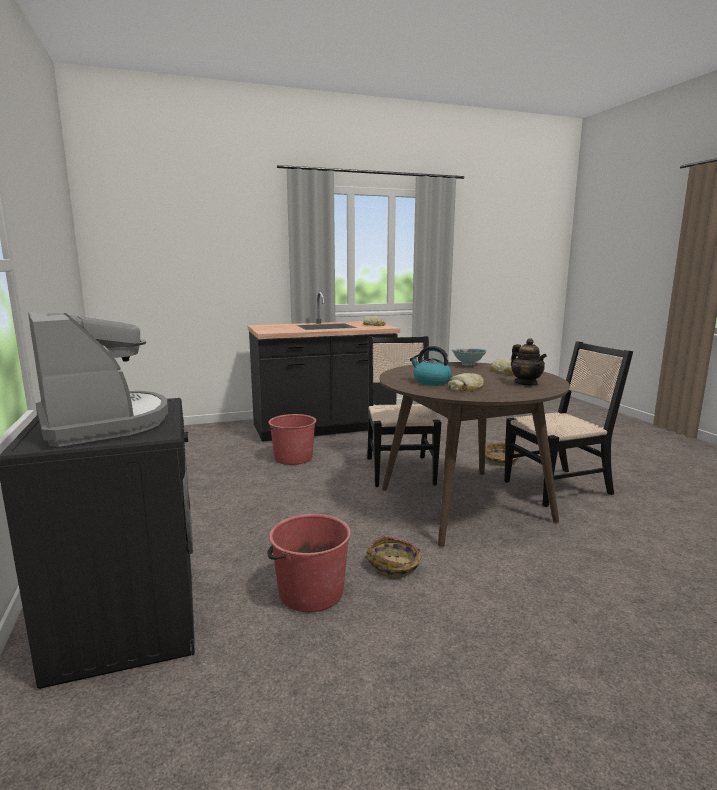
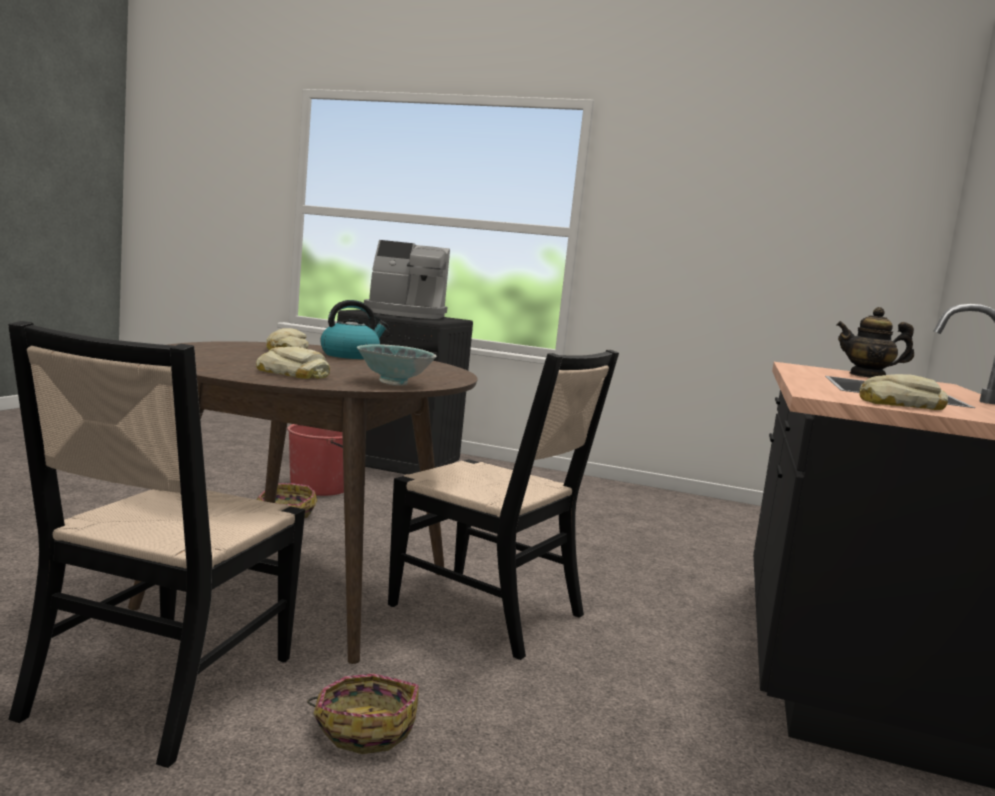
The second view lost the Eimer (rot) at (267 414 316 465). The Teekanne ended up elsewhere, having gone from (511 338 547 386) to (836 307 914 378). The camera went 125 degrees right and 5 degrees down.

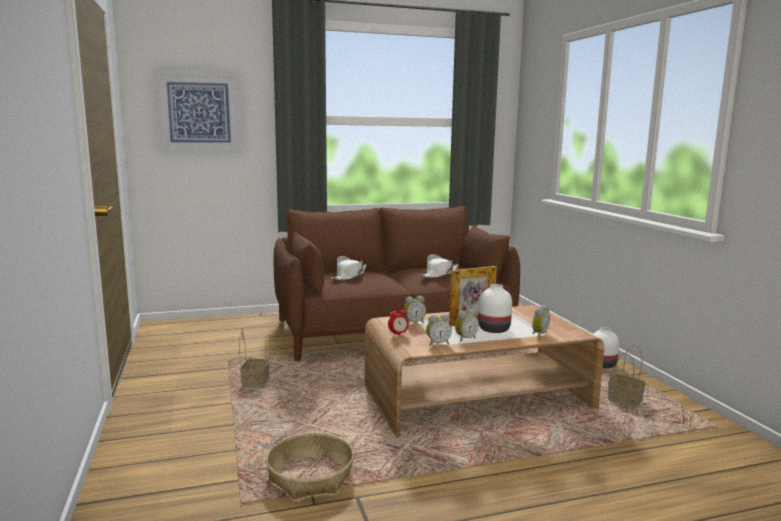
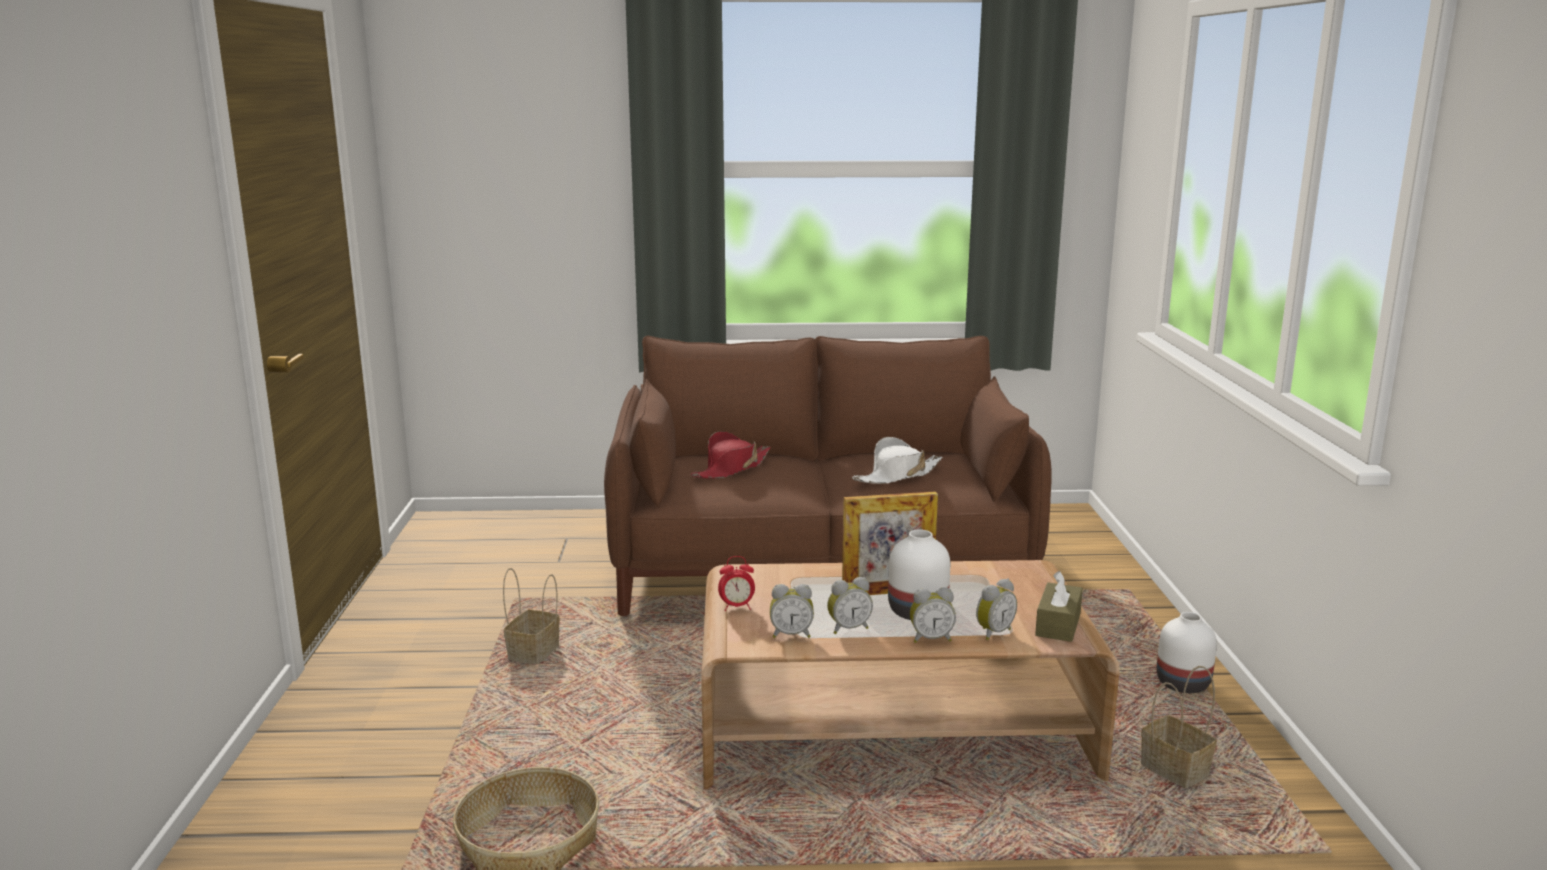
The second view lost the Bild at (154 69 242 153). What was the Hut (weiß) at (331 256 367 280) turned into the Hut (rot) at (691 432 770 479). The Wecker ended up elsewhere, having gone from (403 296 426 323) to (910 588 956 643). The second view gained the Taschentuchbox (braun) at (1035 571 1083 642). The camera went 15 degrees right and 5 degrees up.

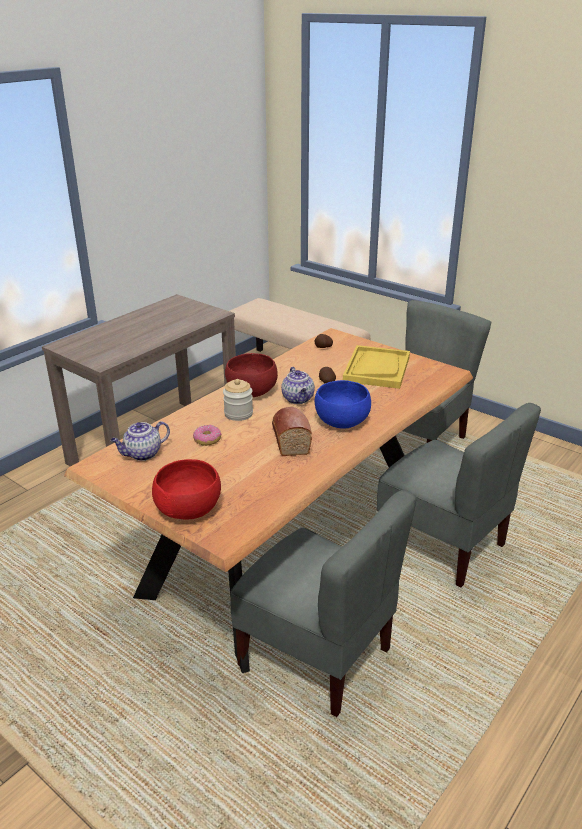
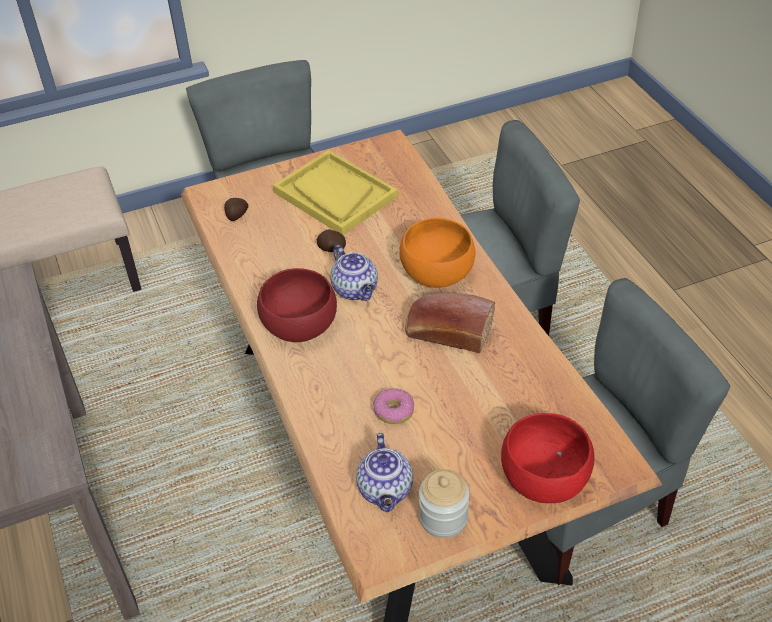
The Vorratsglas ended up elsewhere, having gone from (223 379 253 421) to (419 469 469 538). The Teekanne at (281 367 315 404) ended up facing another way, 45 degrees clockwise from before. What was the Schüssel (blau) at (315 380 371 429) turned into the Schüssel (orange) at (399 218 475 288). The camera went 60 degrees left and 15 degrees up.

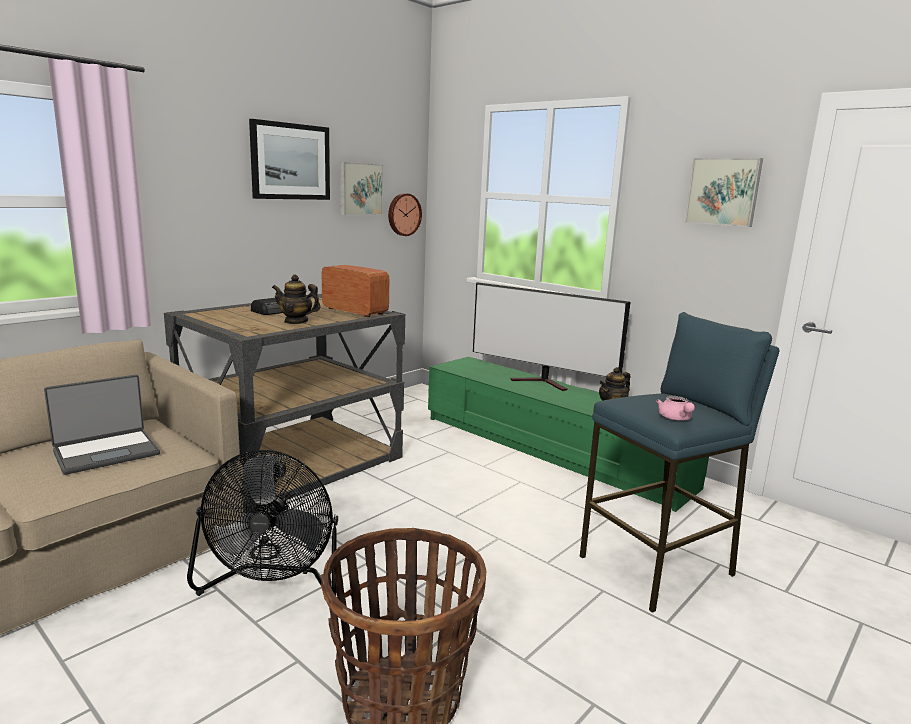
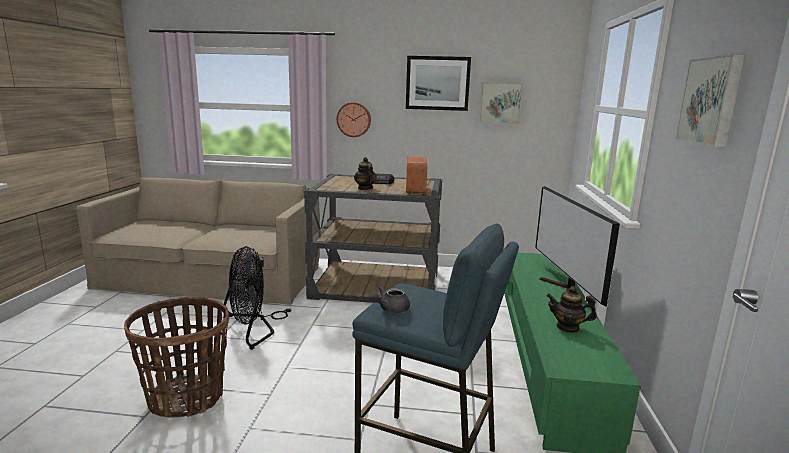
The second view lost the Laptop at (44 375 160 475). The Wanduhr ended up elsewhere, having gone from (388 193 422 236) to (337 102 371 137). What was the Teekanne (rosa) at (656 396 695 421) turned into the Teekanne (grau) at (370 286 410 313). The camera went 55 degrees right and 0 degrees up.

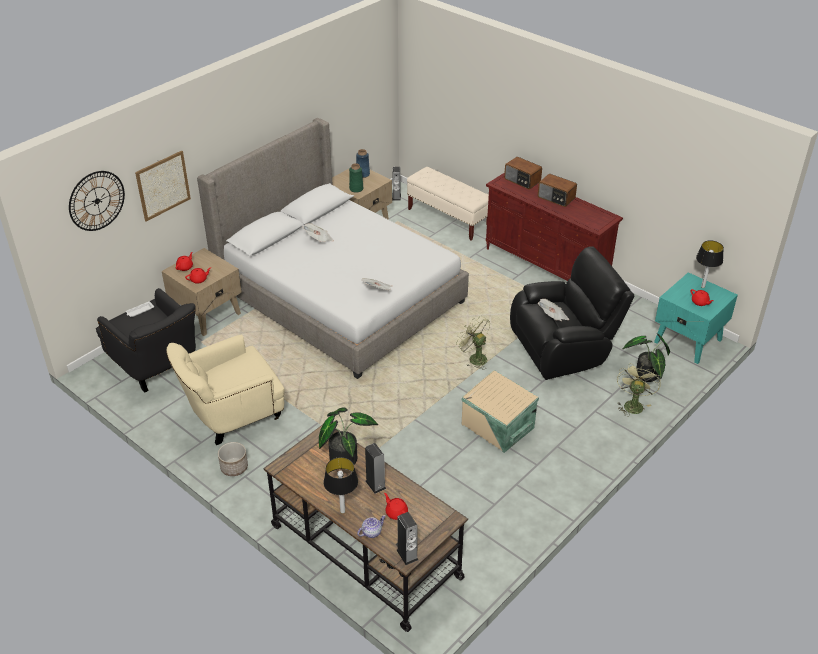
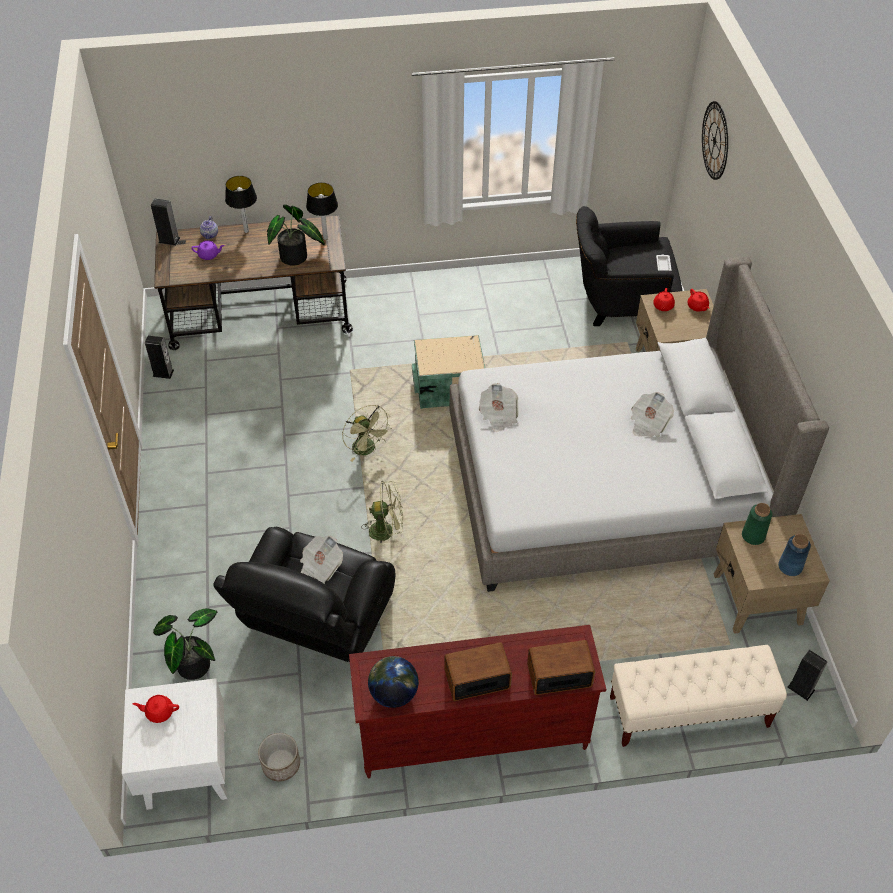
The second view lost the Bild at (135 151 191 222). The second view lost the Sessel (beige) at (166 335 285 445). The Pflanzkübel ended up elsewhere, having gone from (218 442 248 476) to (258 733 300 781). The Lautsprecher ended up elsewhere, having gone from (365 443 386 494) to (145 336 174 379). What was the Teekanne (rot) at (384 493 408 520) turned into the Teekanne (lila) at (191 240 225 260). The Aufbewahrungsbox (beige) ended up elsewhere, having gone from (462 370 539 453) to (412 335 485 409). The Ventilator (grün) ended up elsewhere, having gone from (617 363 661 417) to (342 405 392 462). What was the Nachttisch (türkis) at (654 272 738 364) turned into the Nachttisch (weiß) at (122 678 227 810). The Tischlampe ended up elsewhere, having gone from (696 240 724 288) to (306 182 338 240). The second view gained the Globus at (368 656 419 708). The camera went 130 degrees right and 10 degrees up.

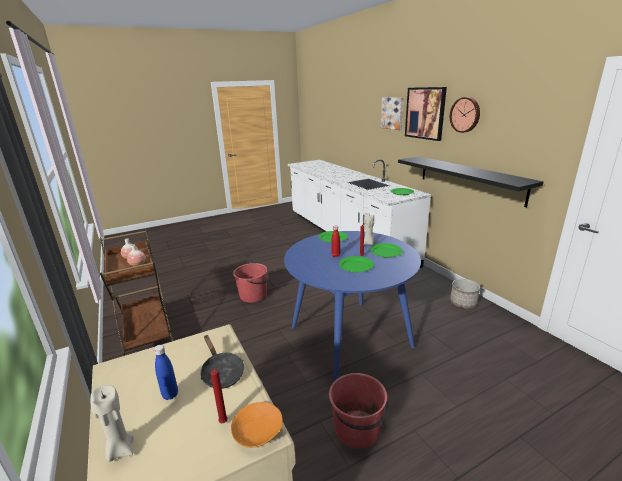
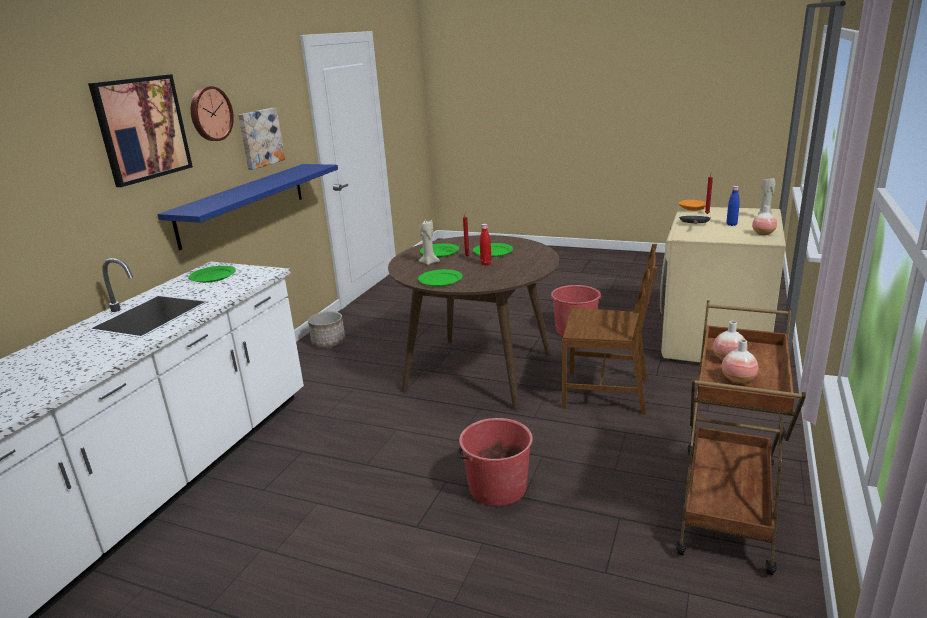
What was the Esstisch (blau) at (284 231 421 381) turned into the Esstisch (braun) at (388 235 559 410). The Bild ended up elsewhere, having gone from (380 97 404 130) to (238 108 285 170). What was the Wandregal (schwarz) at (398 156 543 207) turned into the Wandregal (blau) at (157 164 338 250). The second view gained the Stuhl (braun) at (562 244 657 415). The second view gained the Vase at (752 205 777 235). The camera went 130 degrees left and 0 degrees up.

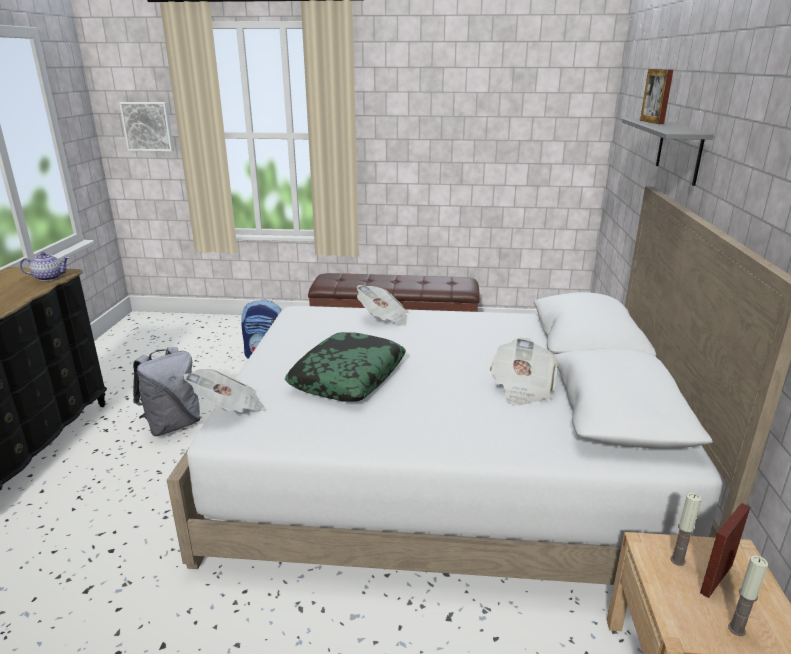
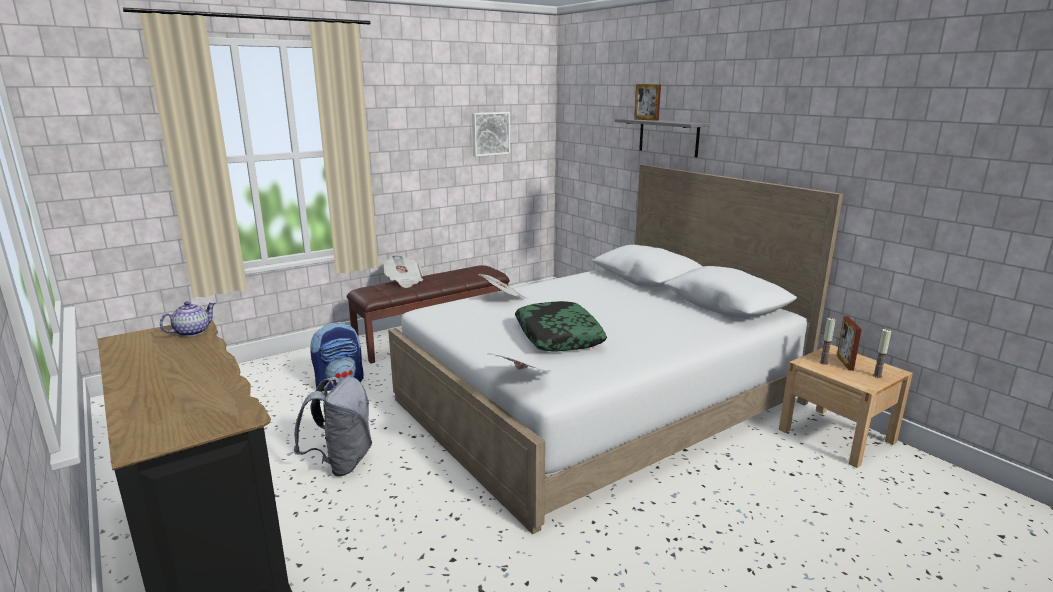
The Bild ended up elsewhere, having gone from (119 102 174 151) to (472 112 510 156). The Zeitung ended up elsewhere, having gone from (490 338 558 406) to (384 255 423 288). The camera went 40 degrees left and 5 degrees down.

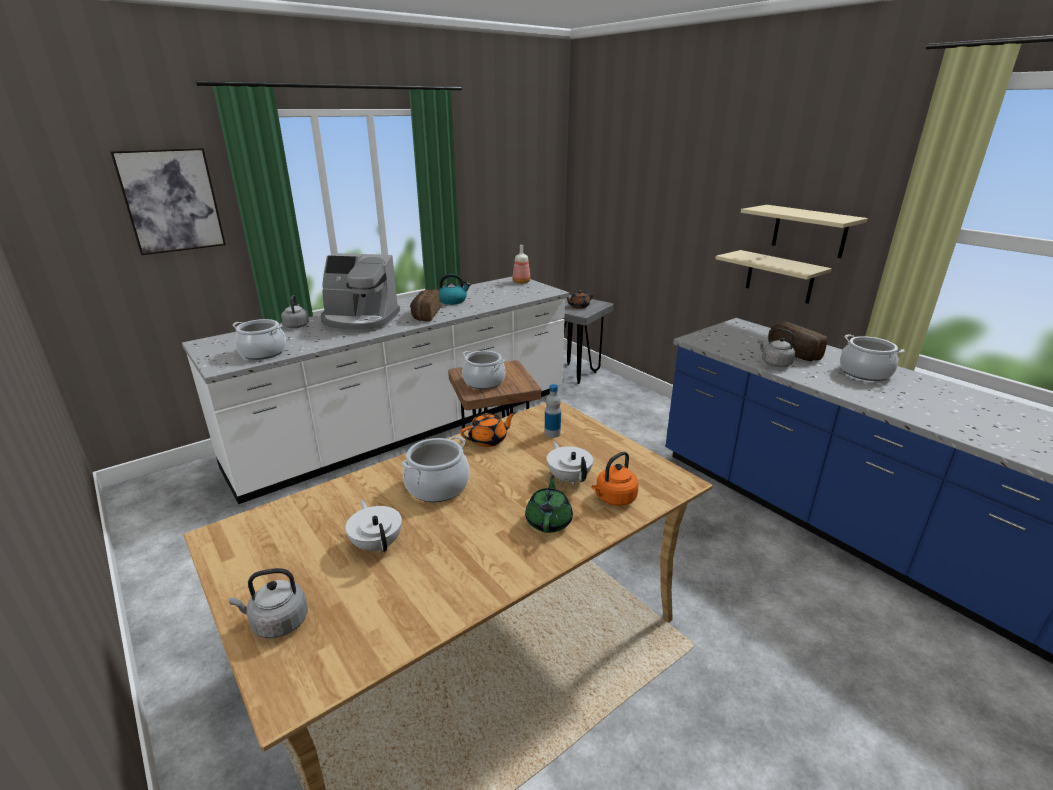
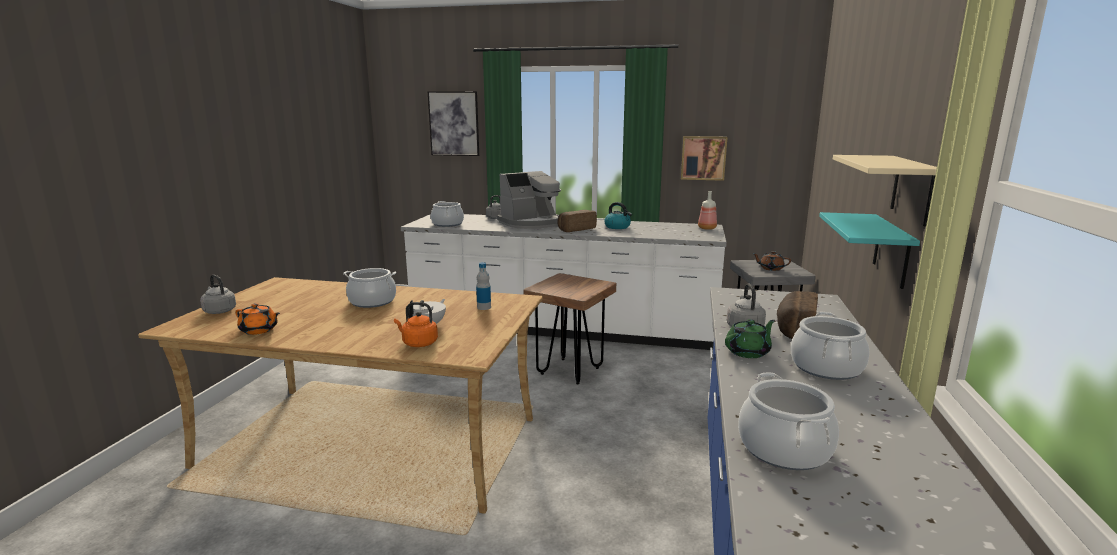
The Kaffeemaschine at (320 253 400 333) ended up facing another way, 90 degrees counterclockwise from before. The second view lost the Teekanne (weiß) at (345 500 402 553). The Teekanne (orange) ended up elsewhere, having gone from (461 412 516 447) to (235 303 280 335). The Kochtopf ended up elsewhere, having gone from (462 351 506 389) to (738 373 839 470). The Teekanne (grün) ended up elsewhere, having gone from (525 475 573 533) to (725 319 775 358). What was the Wandregal (beige) at (715 250 832 304) turned into the Wandregal (türkis) at (819 212 920 289). The second view gained the Bild at (681 136 728 181). The camera went 50 degrees right and 10 degrees down.

